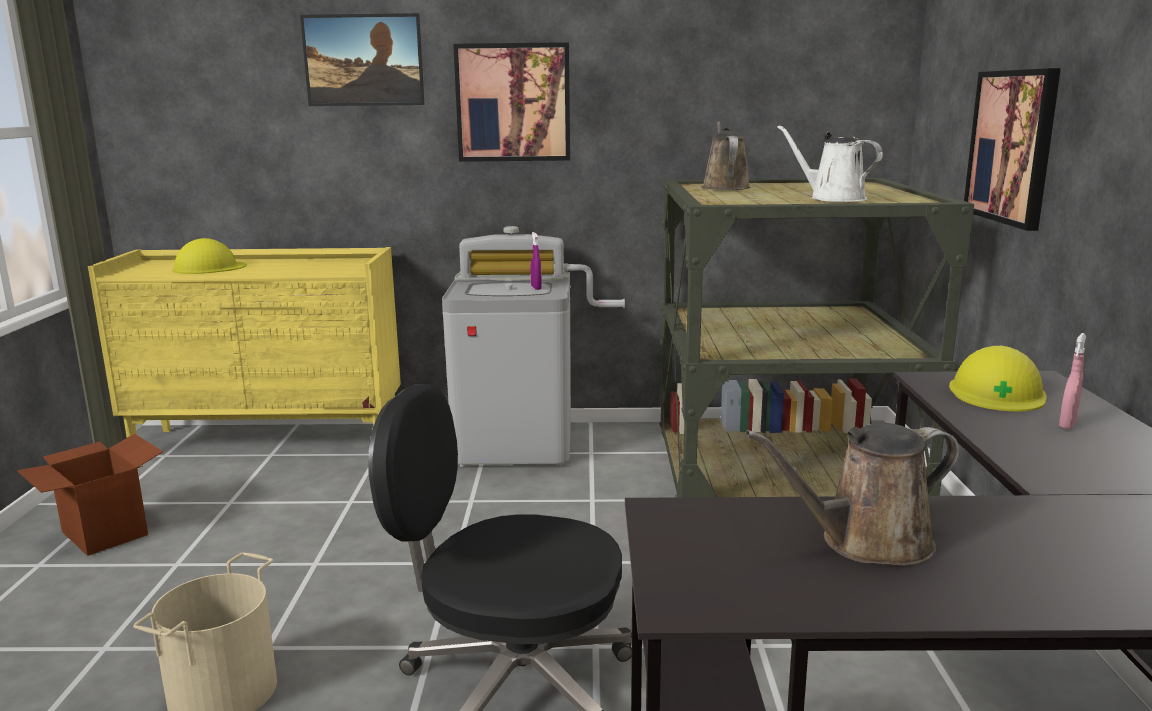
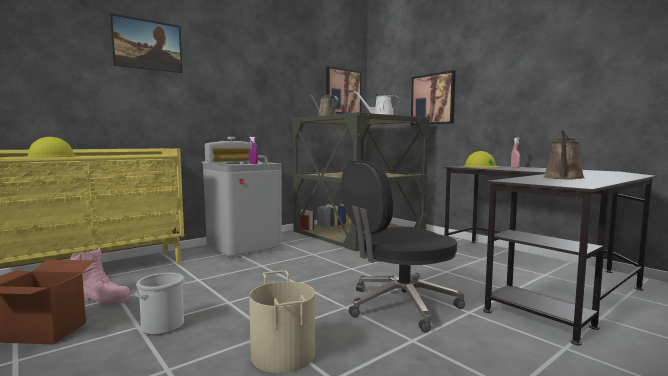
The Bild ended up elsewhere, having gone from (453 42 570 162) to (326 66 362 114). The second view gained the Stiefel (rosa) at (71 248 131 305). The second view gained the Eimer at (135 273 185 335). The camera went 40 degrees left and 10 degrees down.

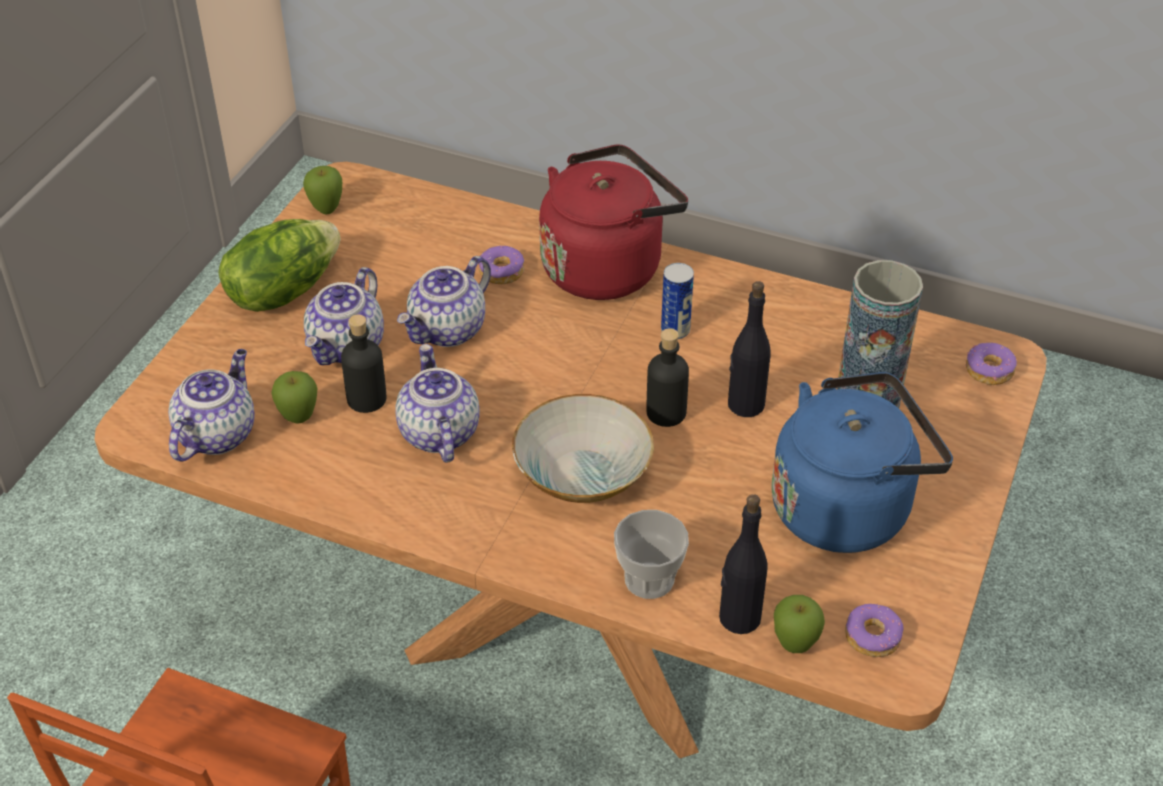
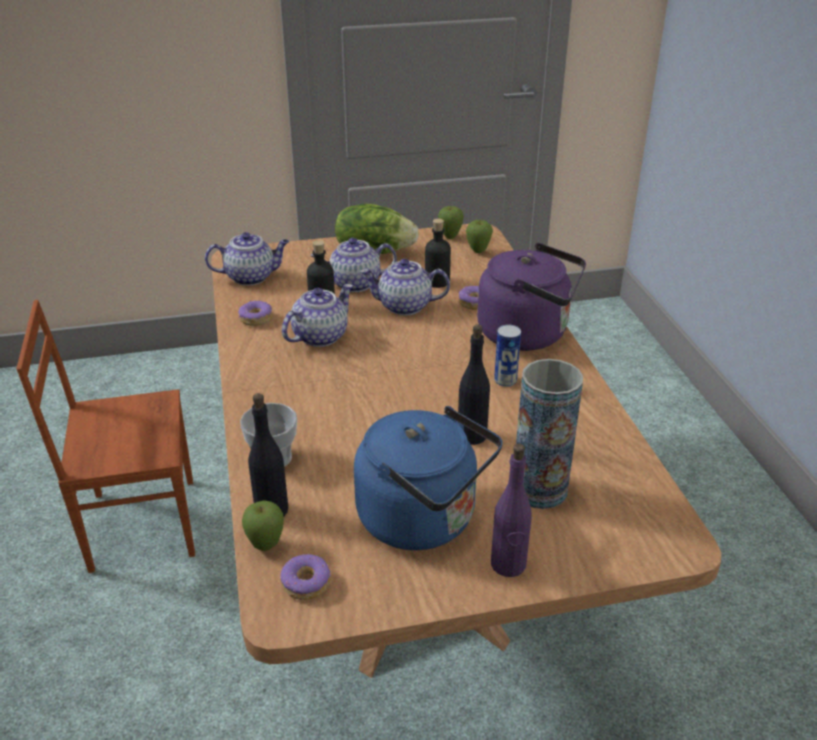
The Apfel ended up elsewhere, having gone from (271 371 318 423) to (466 220 493 253). The second view lost the Schüssel at (512 394 654 503). What was the Wasserkessel (rot) at (539 144 688 300) turned into the Wasserkessel (lila) at (477 243 586 351). The Flasche (schwarz) ended up elsewhere, having gone from (646 328 689 427) to (425 218 451 288). The Donut ended up elsewhere, having gone from (966 343 1017 385) to (239 300 272 326). The second view gained the Flasche (lila) at (491 443 532 577). The camera went 55 degrees right and 10 degrees down.

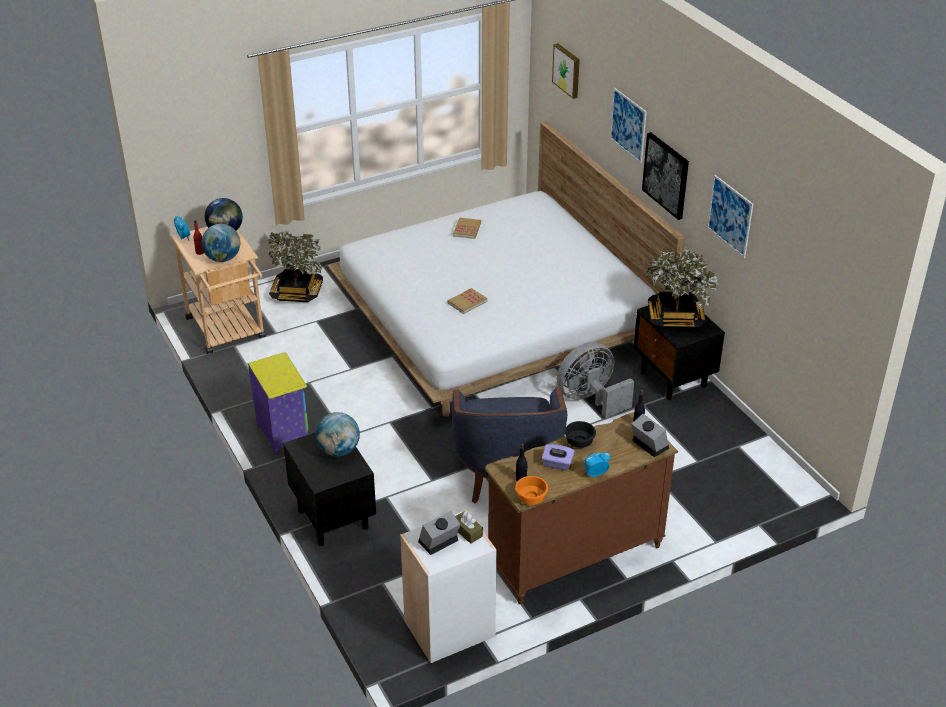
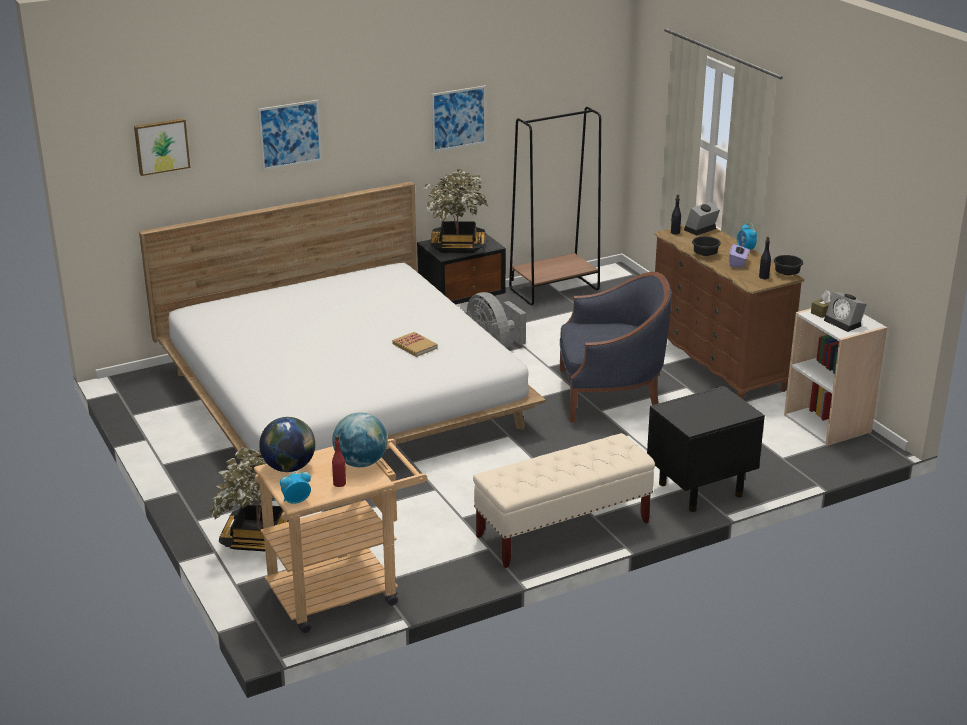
Where the Nachttisch stood at (248 352 309 457), the Bank (beige) came to stand at (473 433 655 568). The second view lost the Globus at (315 412 360 457). The second view lost the Buch at (453 218 481 239). What was the Schüssel (orange) at (515 476 548 505) turned into the Schüssel (schwarz) at (773 255 803 275). The second view lost the Bild at (642 132 689 220). The second view gained the Kleiderständer at (509 107 601 306). The camera went 90 degrees left and 10 degrees down.

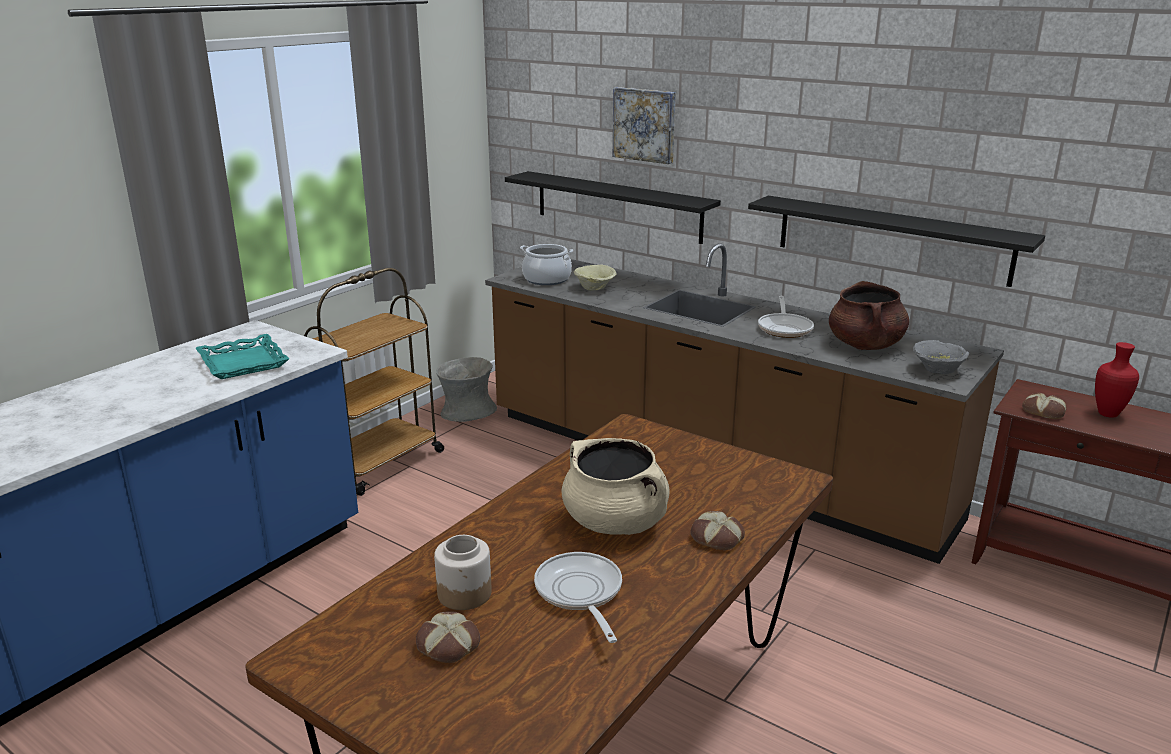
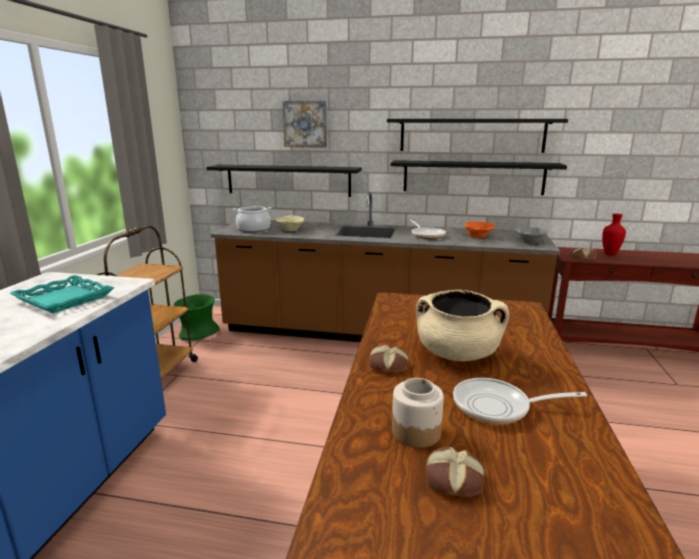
What was the Vase (grau) at (436 357 497 422) turned into the Vase (grün) at (173 294 219 340). The Pfanne at (534 552 622 643) ended up facing another way, 45 degrees counterclockwise from before. The Brot ended up elsewhere, having gone from (690 511 745 550) to (369 345 409 372). Where the Kochtopf (braun) stood at (829 281 909 350), the Schüssel (orange) came to stand at (465 222 495 238). The second view gained the Wandregal (schwarz) at (387 119 568 153). The camera went 25 degrees left and 5 degrees down.

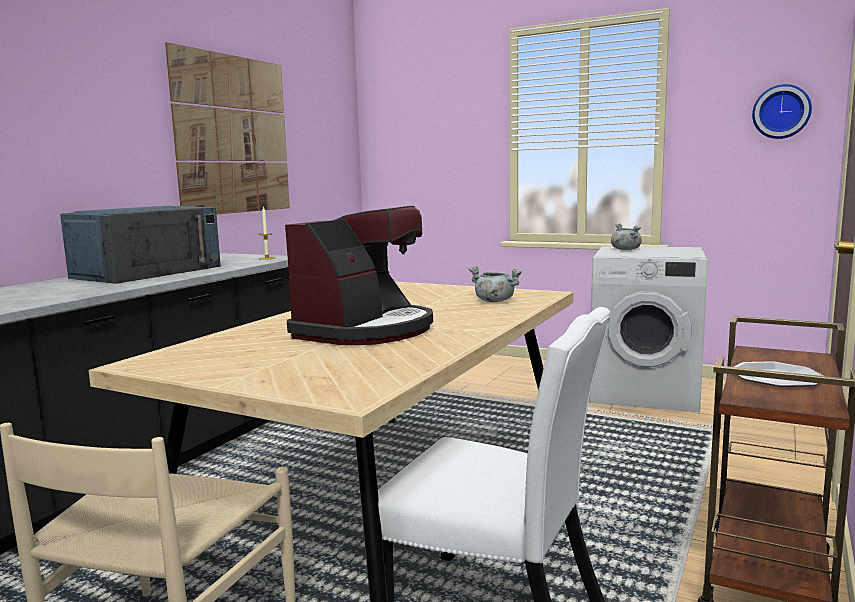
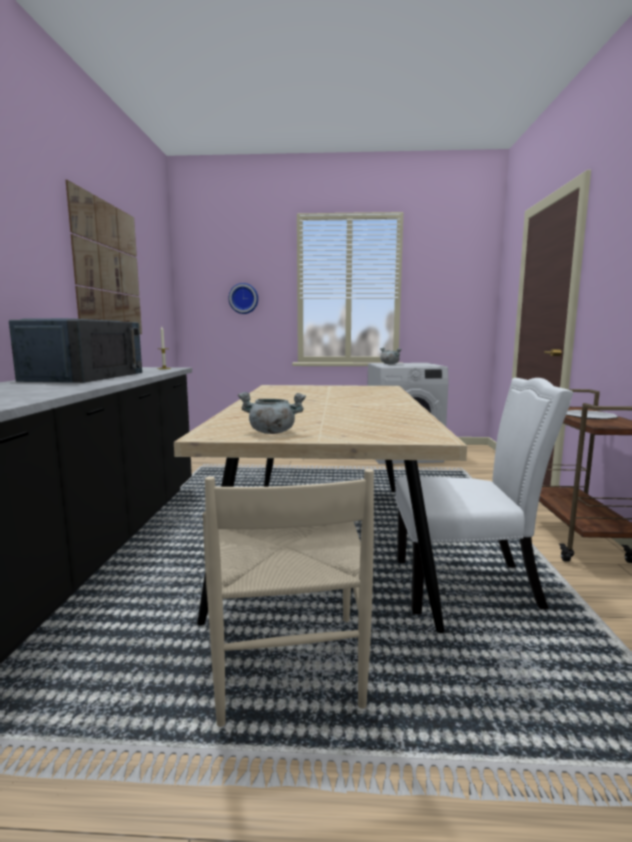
The second view lost the Kaffeemaschine at (285 206 433 345). The Kochtopf (grau) ended up elsewhere, having gone from (468 266 522 302) to (238 392 306 434). The Wanduhr ended up elsewhere, having gone from (752 84 812 139) to (229 283 258 314). The camera went 25 degrees left and 0 degrees up.

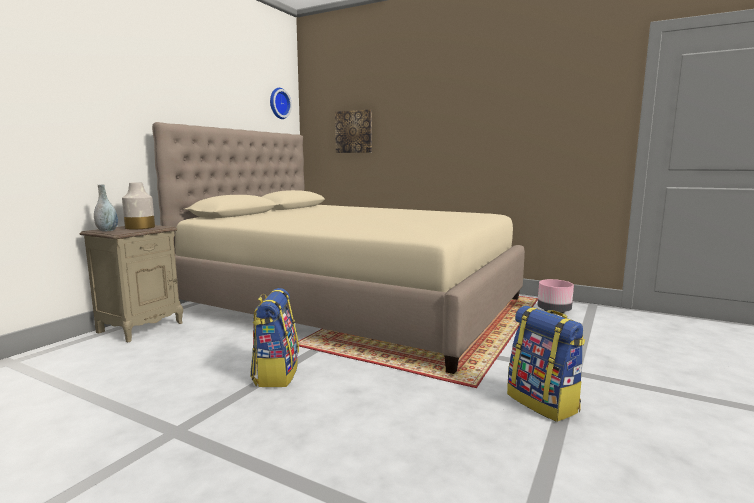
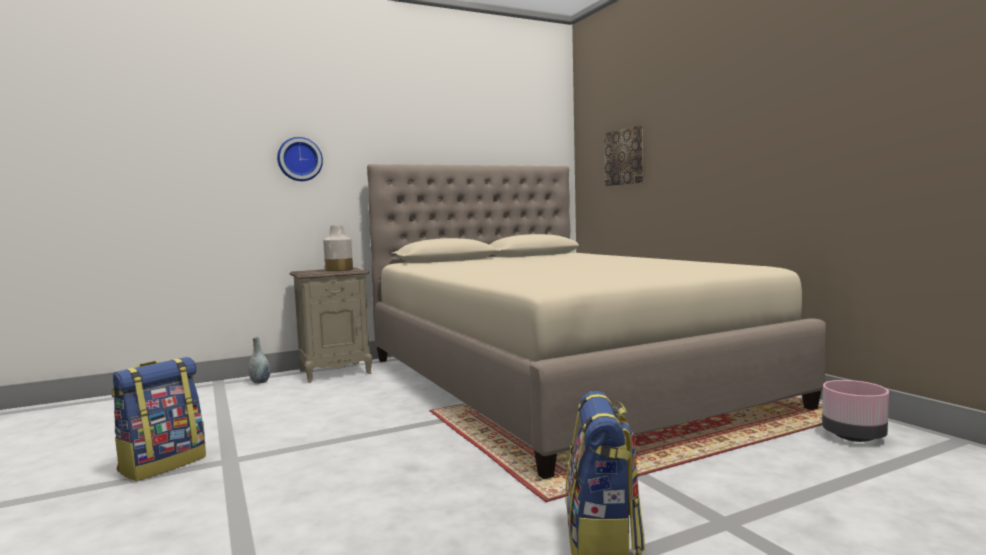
The Vase (grau) ended up elsewhere, having gone from (94 184 118 231) to (248 337 270 384). The Rucksack ended up elsewhere, having gone from (250 288 299 387) to (111 357 206 481). The Wanduhr ended up elsewhere, having gone from (270 88 292 119) to (277 137 323 181). The camera went 35 degrees right and 5 degrees down.

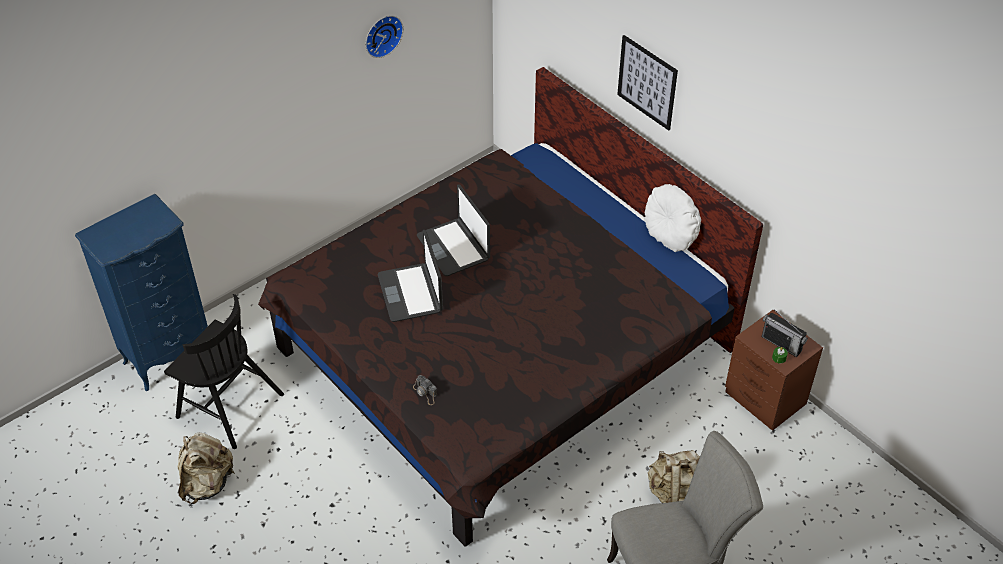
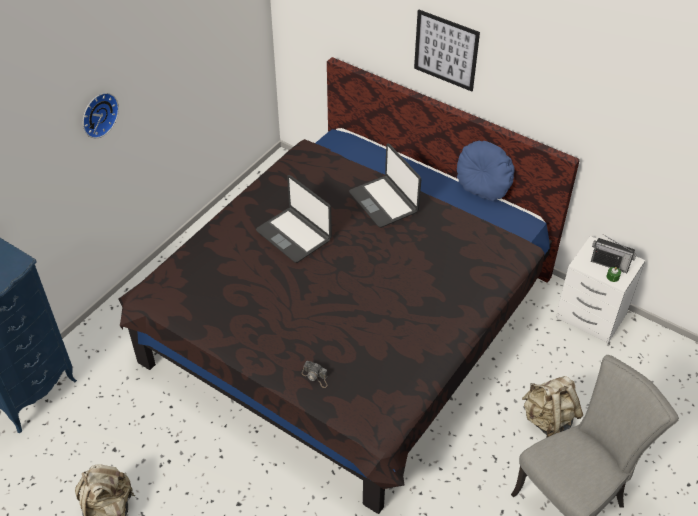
The second view lost the Stuhl (schwarz) at (164 294 284 449). The Wanduhr ended up elsewhere, having gone from (366 15 403 58) to (83 93 119 138). The Laptop ended up elsewhere, having gone from (378 230 443 322) to (349 143 421 228). What was the Kissen (weiß) at (644 184 701 252) turned into the Kissen (blau) at (457 141 514 201). What was the Nachttisch (braun) at (725 310 823 431) turned into the Nachttisch (weiß) at (556 236 645 343). The camera went 15 degrees left and 0 degrees up.

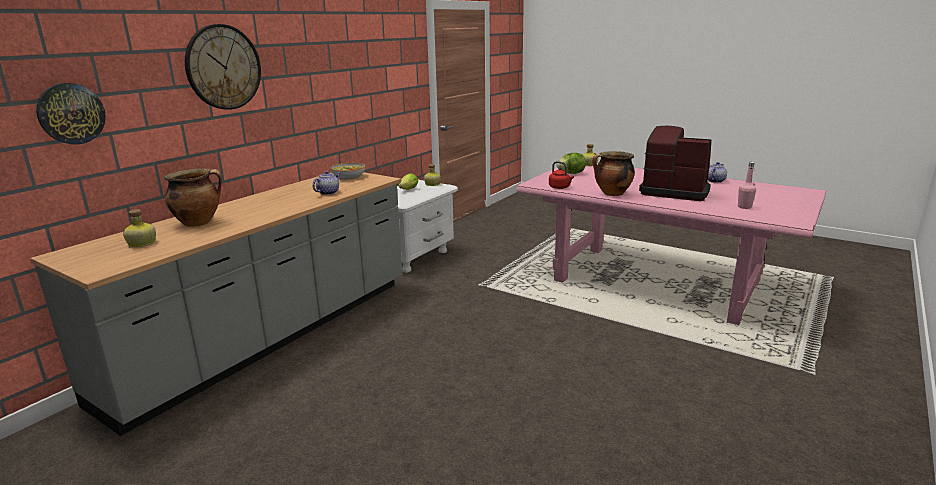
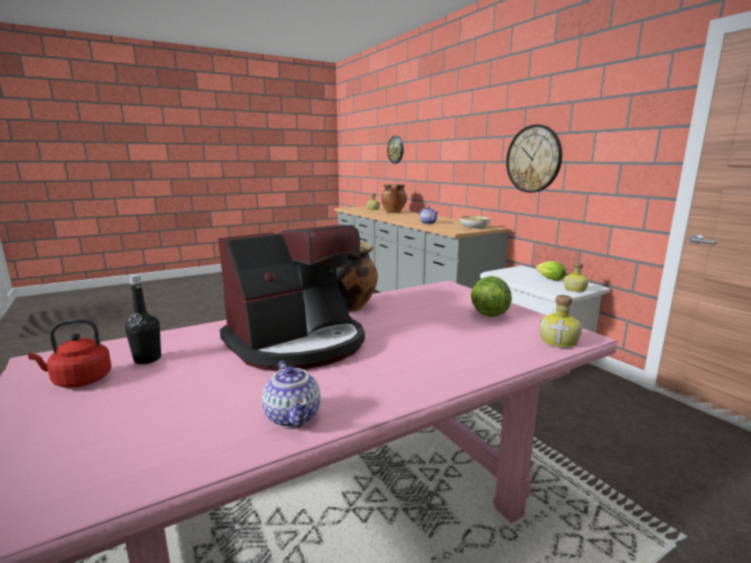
The Wanduhr ended up elsewhere, having gone from (185 24 261 110) to (506 125 562 193). The Wasserkessel (rot) ended up elsewhere, having gone from (549 161 574 189) to (28 319 111 388). What was the Flasche (rosa) at (738 162 756 209) turned into the Flasche (schwarz) at (125 274 161 364). The camera went 115 degrees right and 5 degrees down.

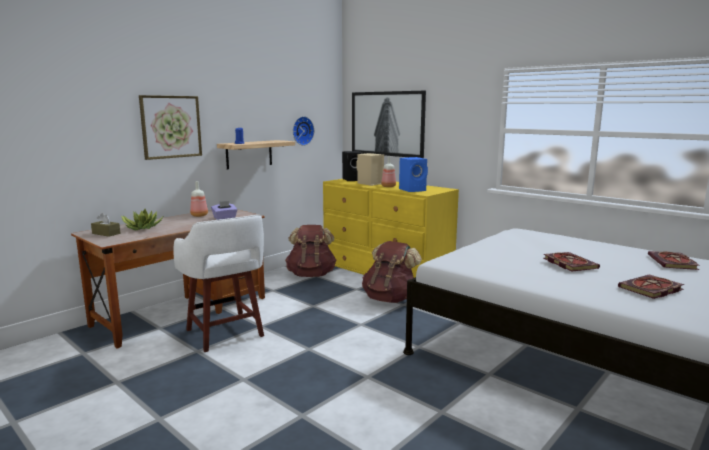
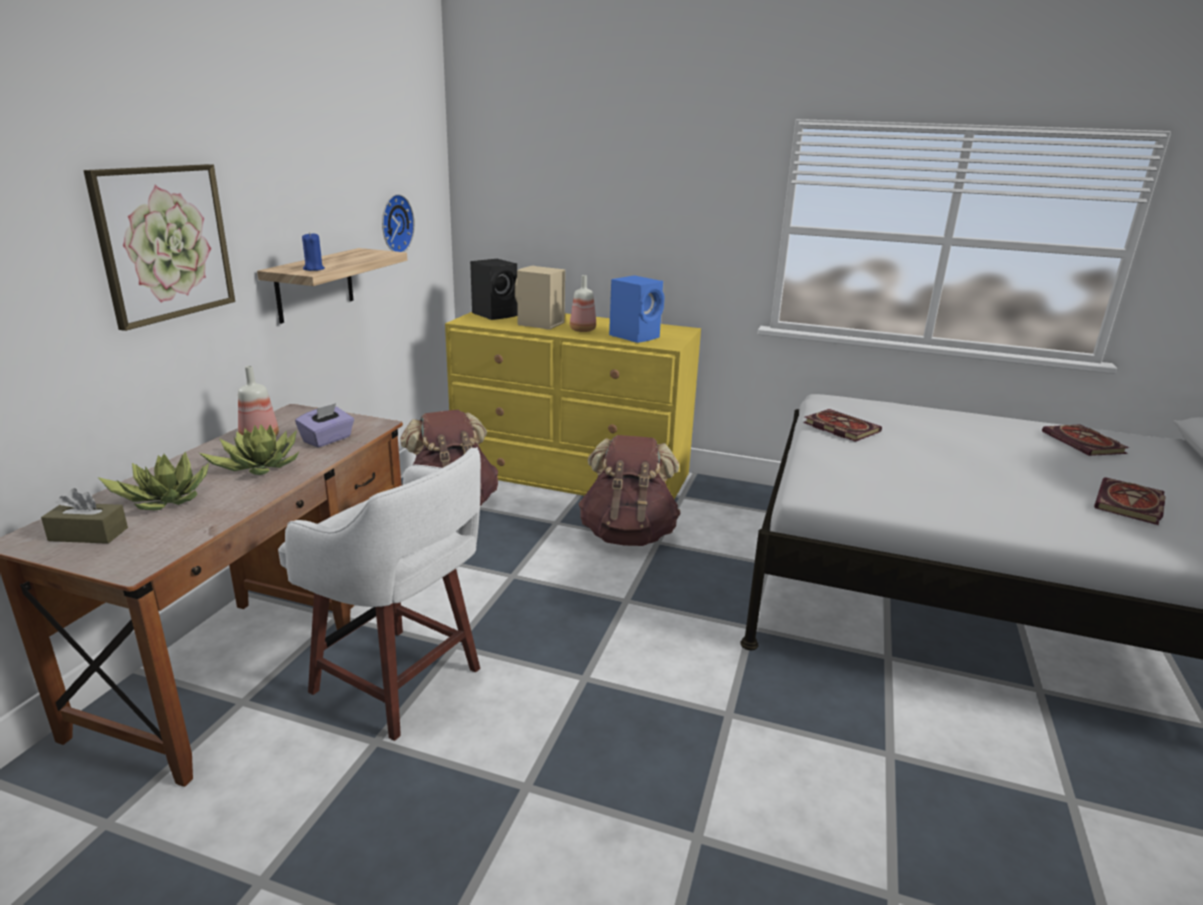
The second view lost the Bild at (352 91 426 158). The Buch ended up elsewhere, having gone from (543 252 600 271) to (803 409 882 442). The second view gained the Topfpflanze at (199 424 300 475). The camera went 25 degrees left and 10 degrees up.

